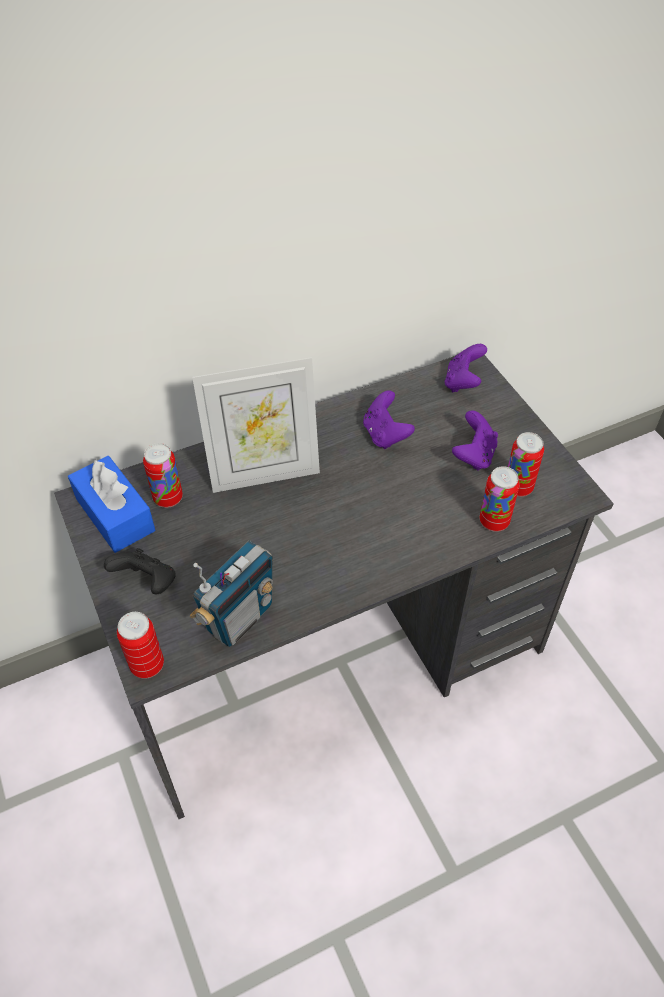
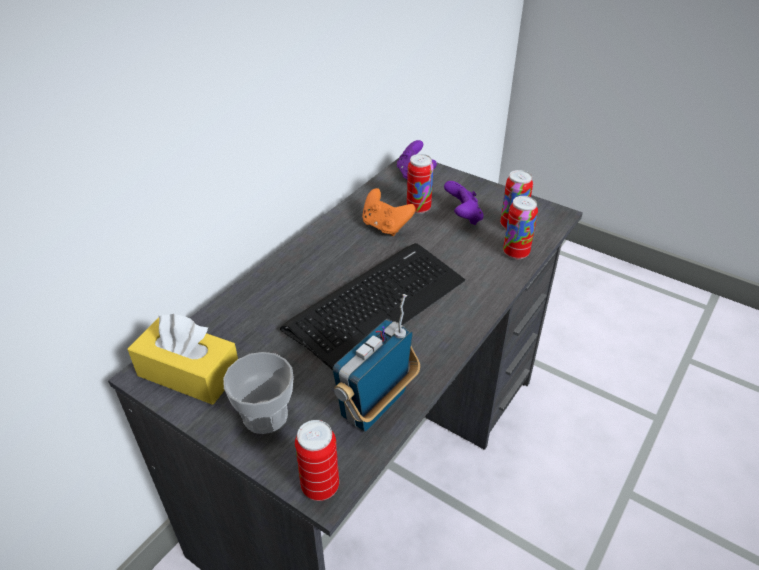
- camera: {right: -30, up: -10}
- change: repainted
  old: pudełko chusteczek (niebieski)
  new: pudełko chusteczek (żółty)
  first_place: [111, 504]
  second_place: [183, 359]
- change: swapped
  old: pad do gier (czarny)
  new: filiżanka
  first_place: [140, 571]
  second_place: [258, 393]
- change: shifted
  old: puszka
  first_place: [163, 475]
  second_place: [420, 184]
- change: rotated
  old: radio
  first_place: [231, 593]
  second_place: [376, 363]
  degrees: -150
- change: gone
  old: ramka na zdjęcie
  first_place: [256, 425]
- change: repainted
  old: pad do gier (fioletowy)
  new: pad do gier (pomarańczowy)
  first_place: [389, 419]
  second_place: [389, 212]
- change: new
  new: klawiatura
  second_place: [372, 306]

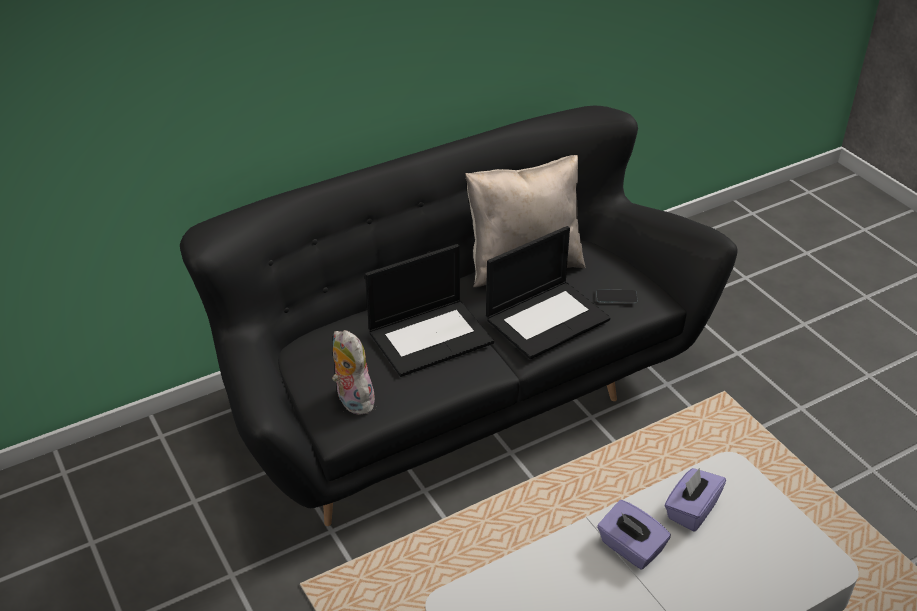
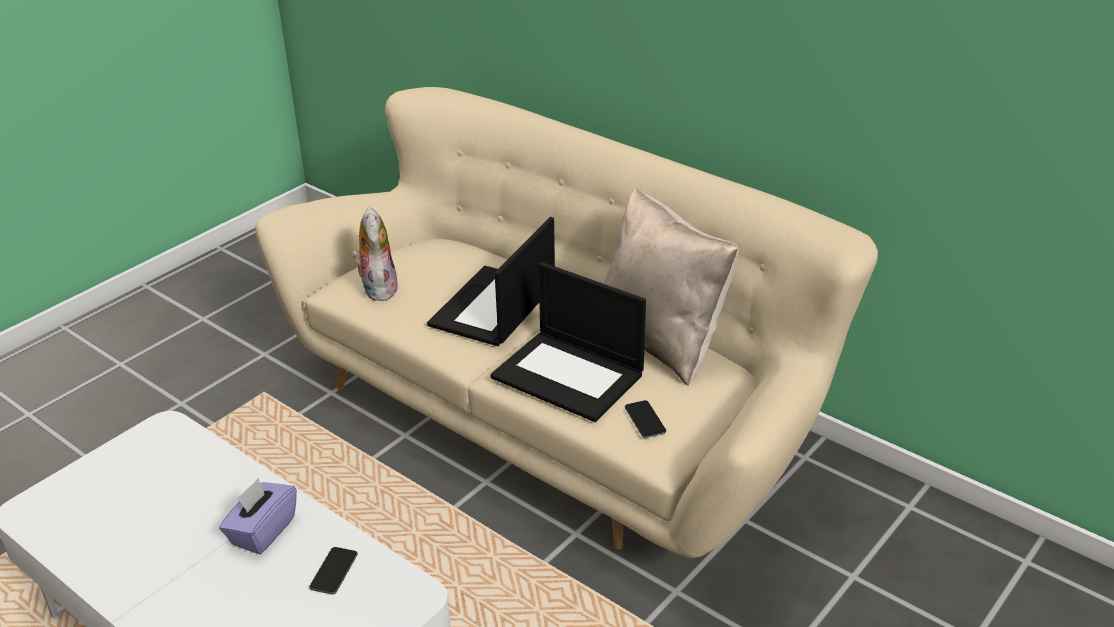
- camera: {right: 70, up: -5}
- change: repainted
  old: kanapa (czarny)
  new: kanapa (beżowy)
  first_place: [459, 316]
  second_place: [566, 322]
- change: rotated
  old: pluszak
  first_place: [355, 372]
  second_place: [375, 254]
  degrees: -45
- change: rotated
  old: laptop
  first_place: [429, 310]
  second_place: [491, 281]
  degrees: 75
- change: swapped
  old: pudełko chusteczek (fioletowy)
  new: telefon
  first_place: [695, 499]
  second_place: [333, 571]

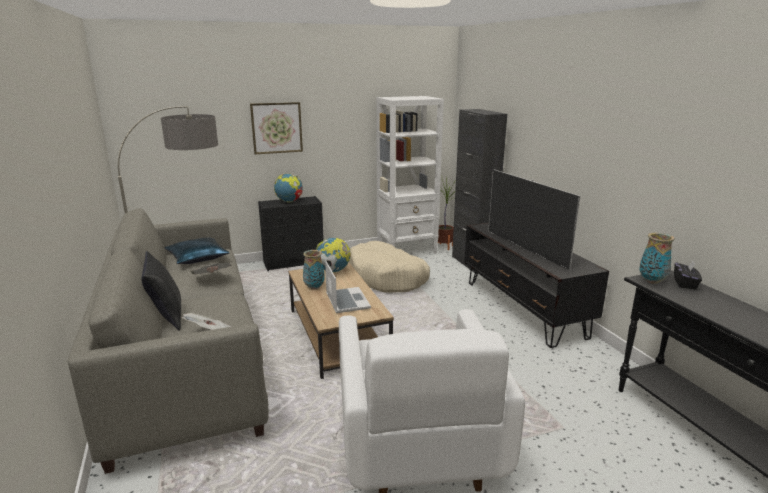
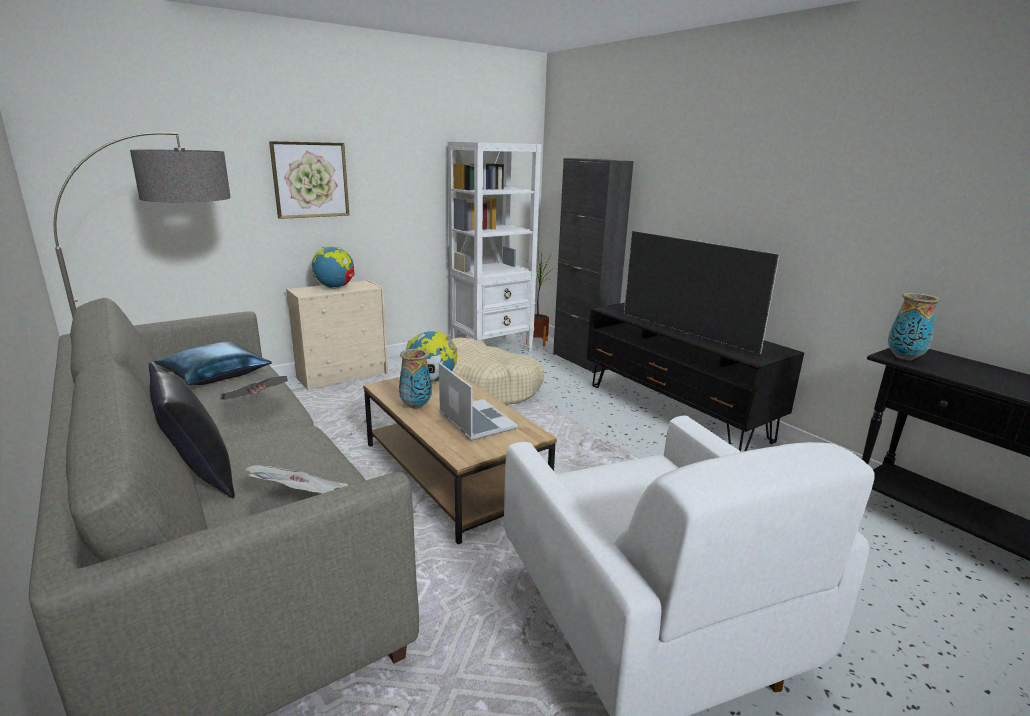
- camera: {right: -15, up: 0}
- change: repainted
  old: komoda (czarny)
  new: komoda (beżowy)
  first_place: [291, 233]
  second_place: [337, 335]
- change: gone
  old: pudełko chusteczek (czarny)
  first_place: [688, 275]

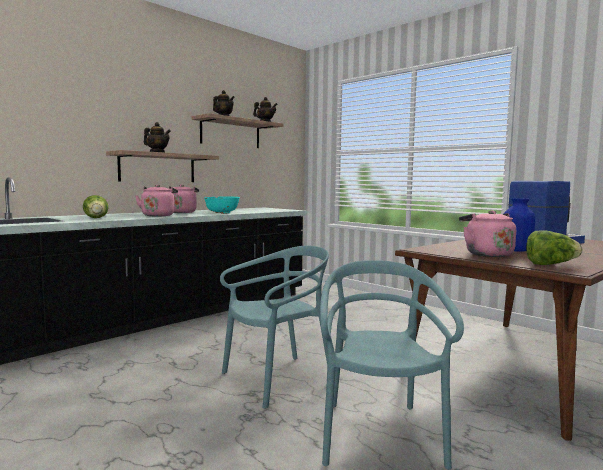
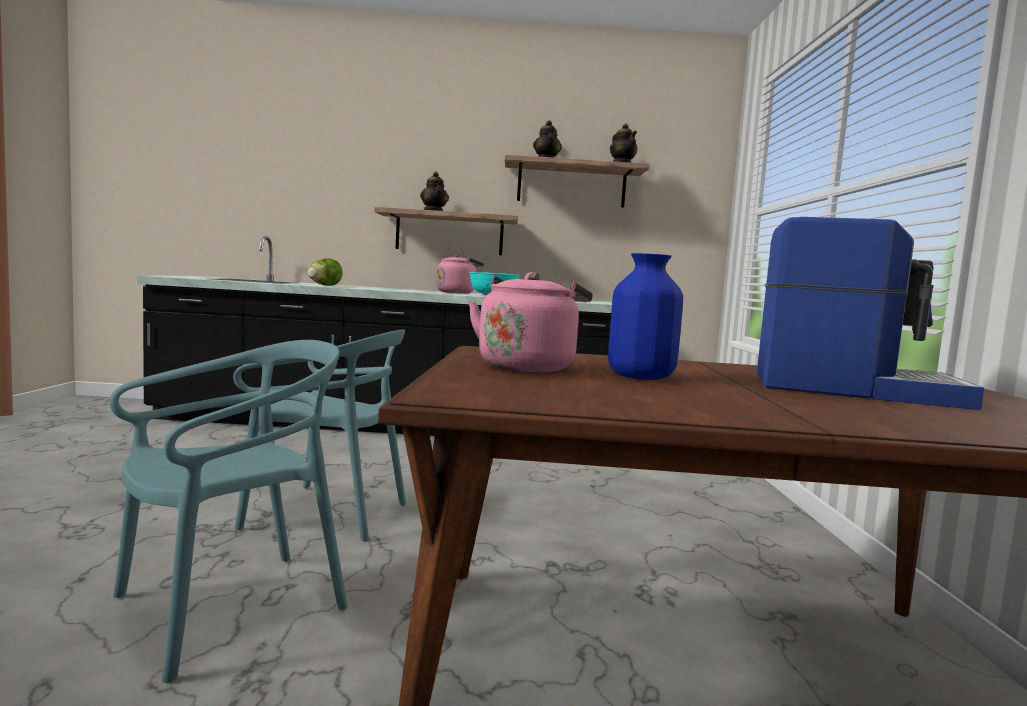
- camera: {right: 45, up: 0}
- change: gone
  old: czajnik (różowy)
  first_place: [156, 200]
- change: gone
  old: sałata
  first_place: [554, 247]

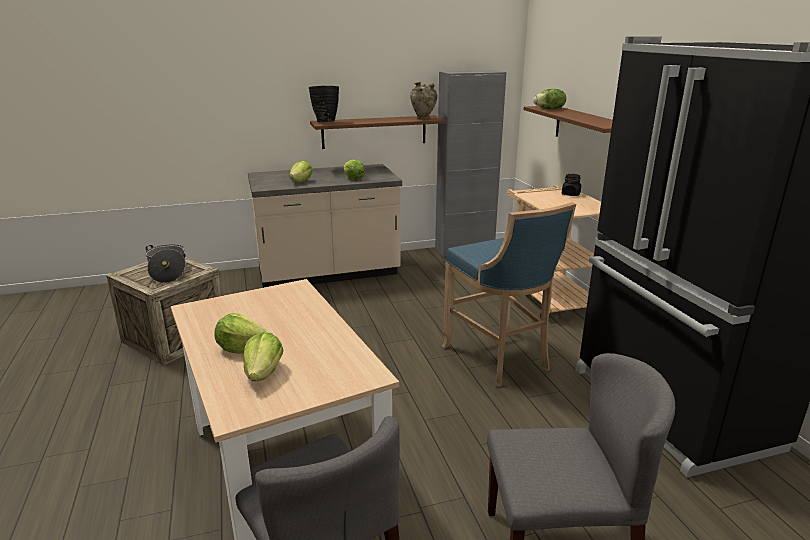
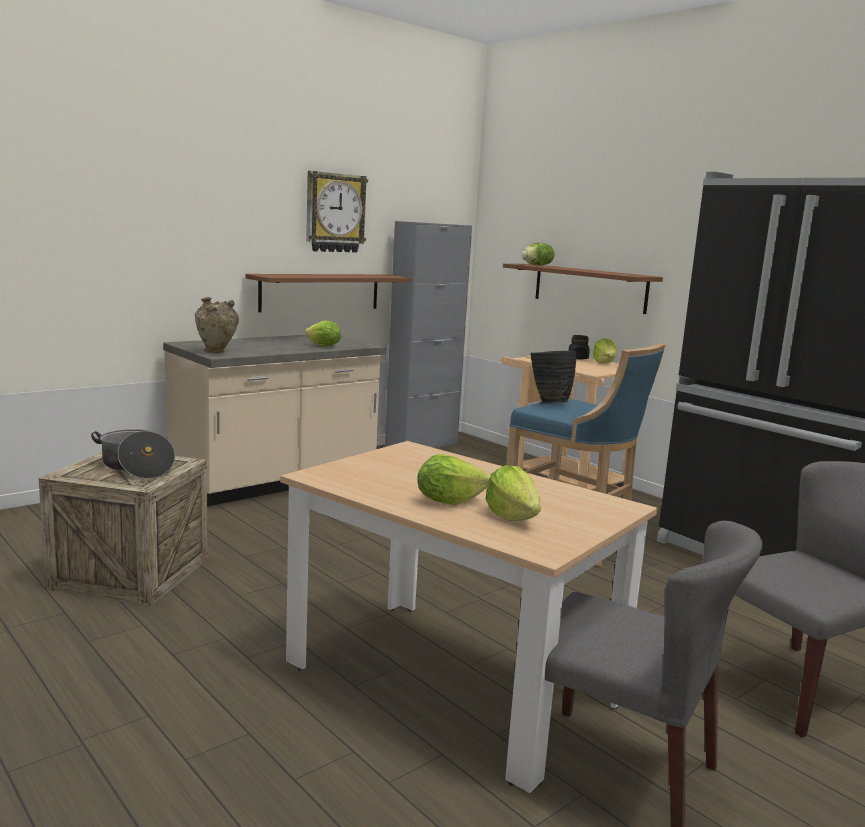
- camera: {right: -25, up: -10}
- change: shifted
  old: sałata
  first_place: [301, 171]
  second_place: [605, 351]
- change: shifted
  old: wazon (czarny)
  first_place: [324, 104]
  second_place: [553, 377]
- change: shifted
  old: wazon (beżowy)
  first_place: [424, 100]
  second_place: [217, 325]
- change: new
  new: zegar ścienny
  second_place: [337, 212]

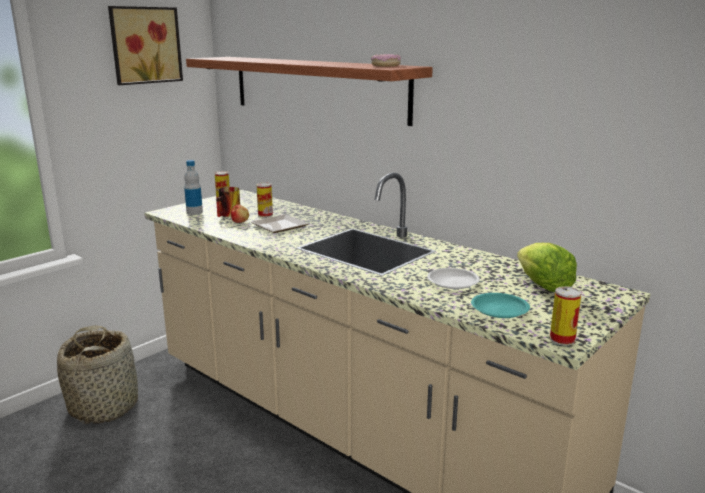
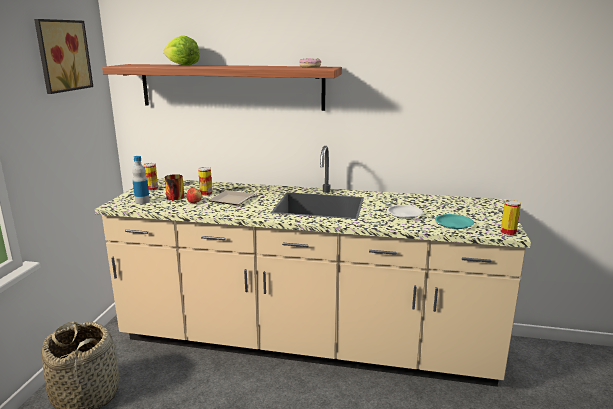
- camera: {right: -30, up: 0}
- change: shifted
  old: sałata
  first_place: [547, 267]
  second_place: [182, 51]

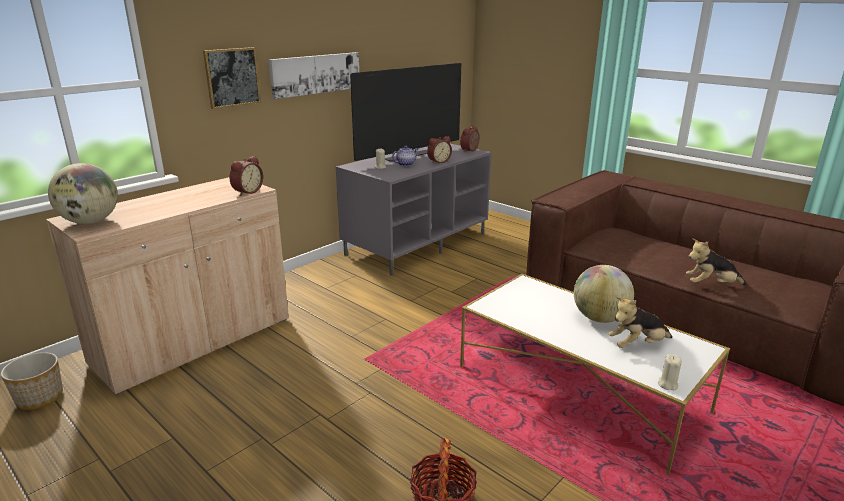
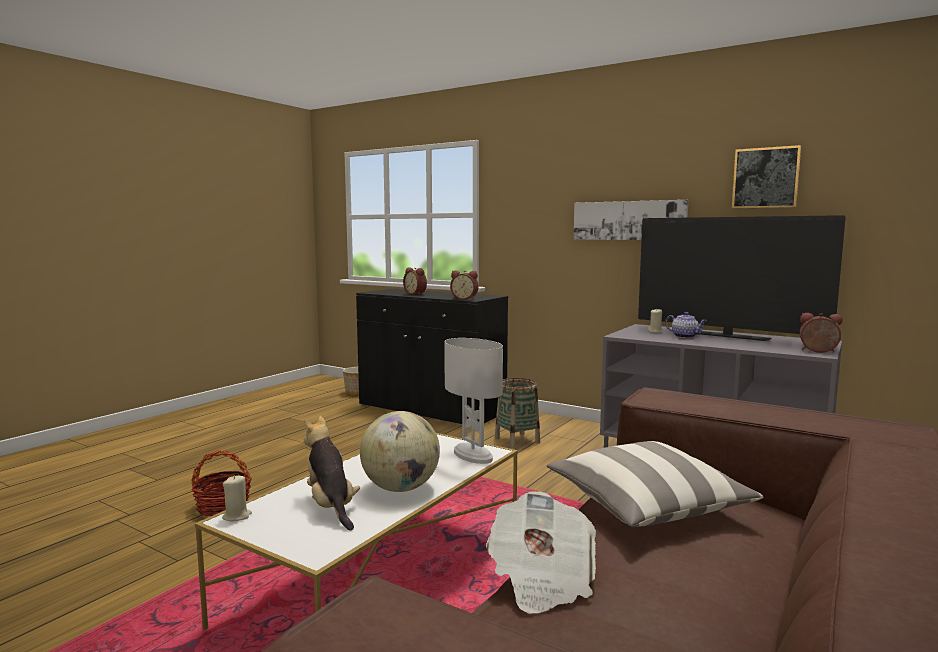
- camera: {right: 80, up: -15}
- change: repainted
  old: szafka (beżowy)
  new: szafka (czarny)
  first_place: [167, 286]
  second_place: [432, 356]
- change: gone
  old: globus
  first_place: [83, 193]
- change: shifted
  old: obraz
  first_place: [232, 78]
  second_place: [766, 177]
- change: shifted
  old: budzik
  first_place: [439, 150]
  second_place: [415, 281]
- change: swapped
  old: pluszak
  new: gazeta
  first_place: [716, 261]
  second_place: [541, 552]
- change: new
  new: lampa stołowa (biały)
  second_place: [473, 401]
- change: new
  new: koszyk
  second_place: [517, 413]
- change: new
  new: poduszka
  second_place: [655, 484]

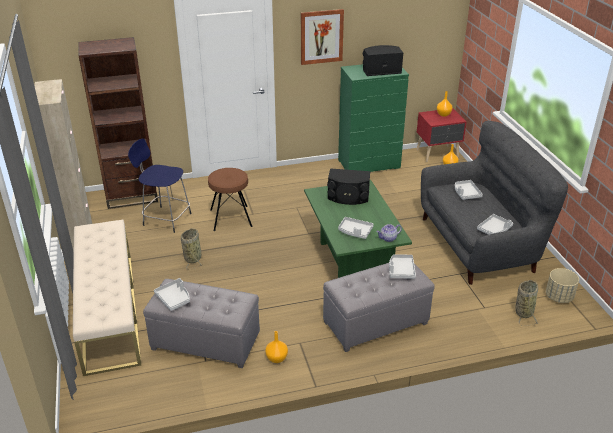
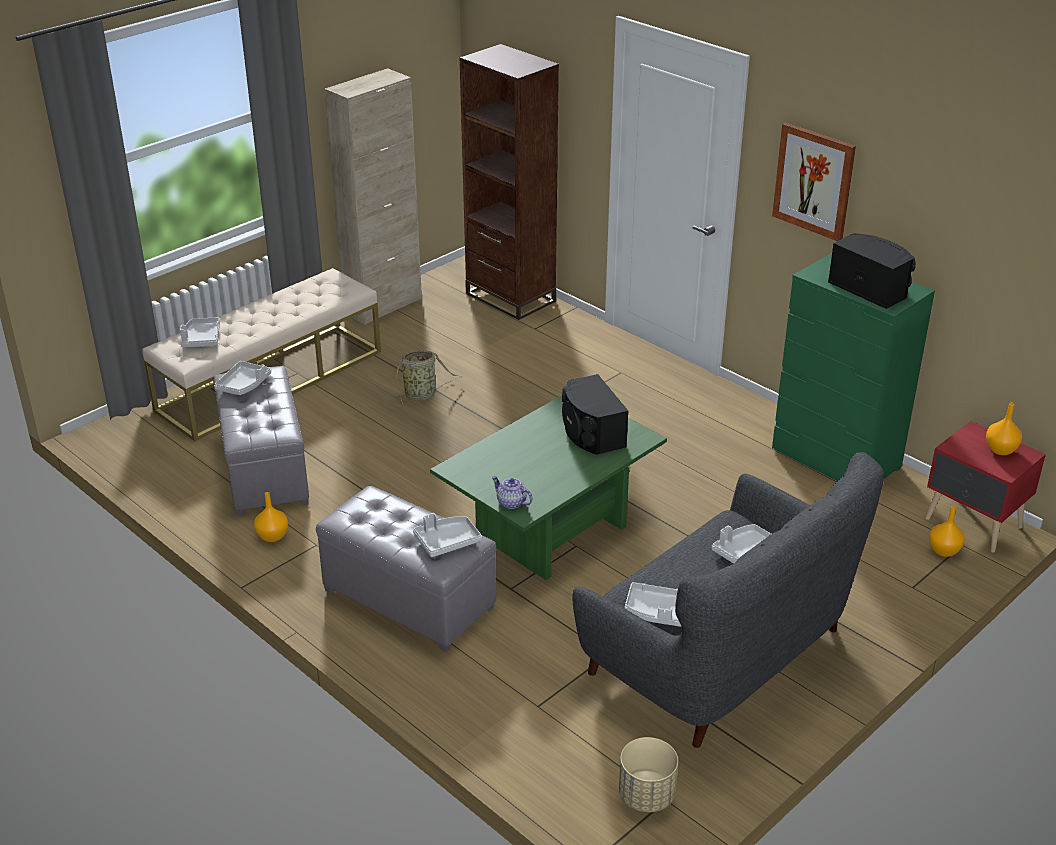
- camera: {right: 60, up: 0}
- change: gone
  old: stołek (niebieski)
  first_place: [160, 185]
- change: gone
  old: stołek (brązowy)
  first_place: [230, 199]
- change: shifted
  old: taca (szary)
  first_place: [356, 228]
  second_place: [200, 332]
- change: gone
  old: koszyk
  first_place: [526, 303]

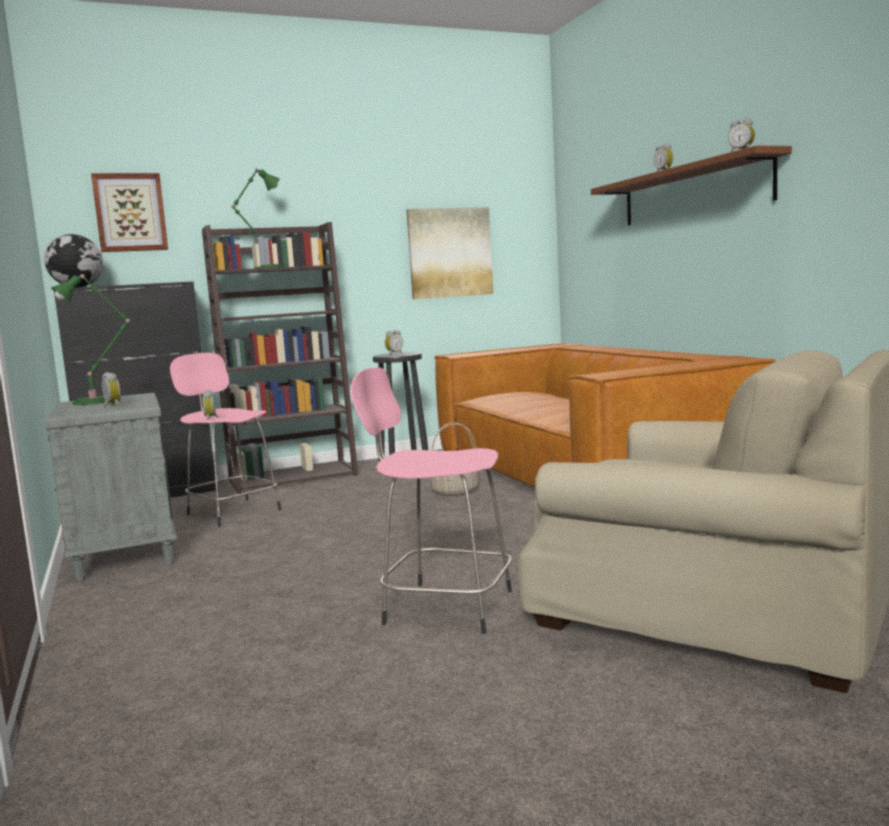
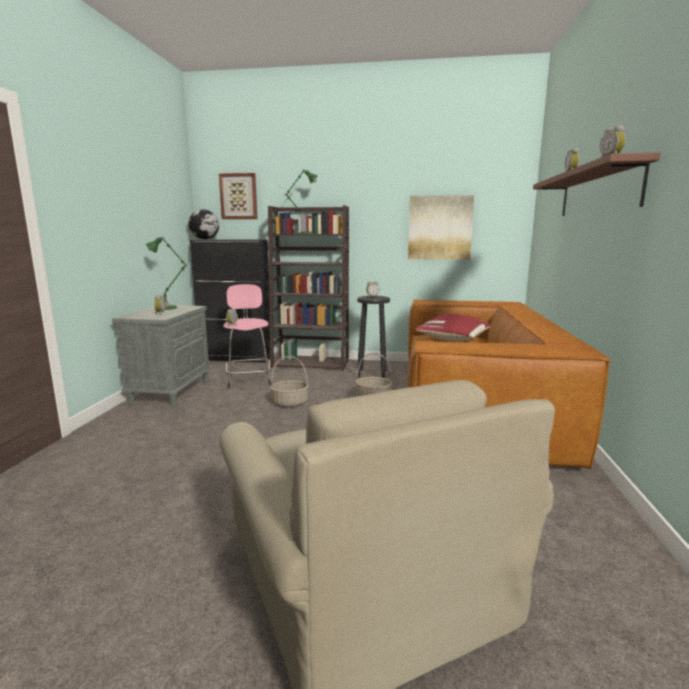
- camera: {right: 30, up: 5}
- change: gone
  old: stołek (różowy)
  first_place: [431, 500]
- change: new
  new: koszyk
  second_place: [289, 382]
- change: new
  new: poduszka (czerwony)
  second_place: [453, 328]

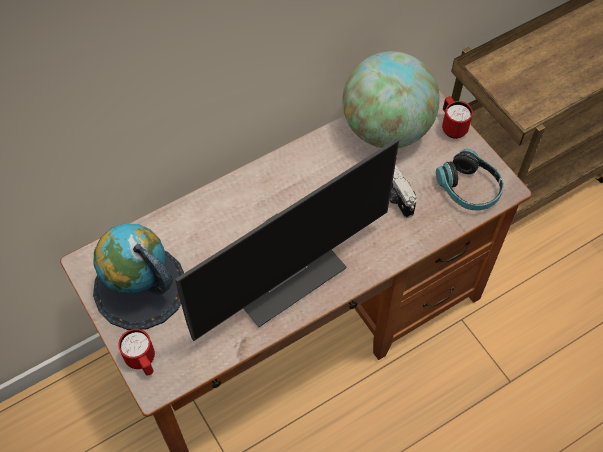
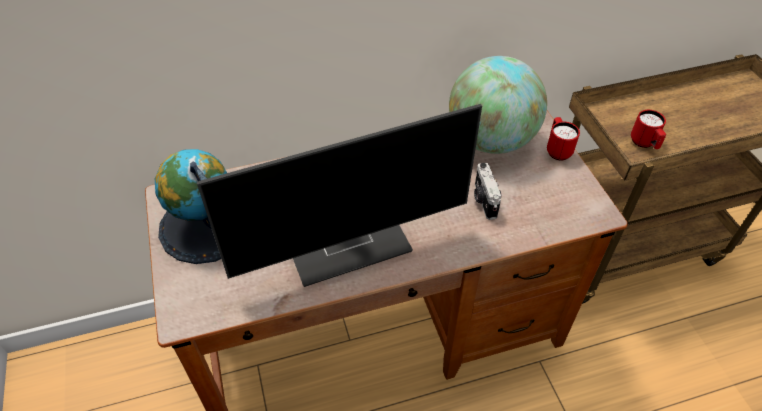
- camera: {right: 15, up: -10}
- change: shifted
  old: kubek (czerwony)
  first_place: [136, 352]
  second_place: [648, 129]
- change: gone
  old: słuchawki
  first_place: [470, 180]

